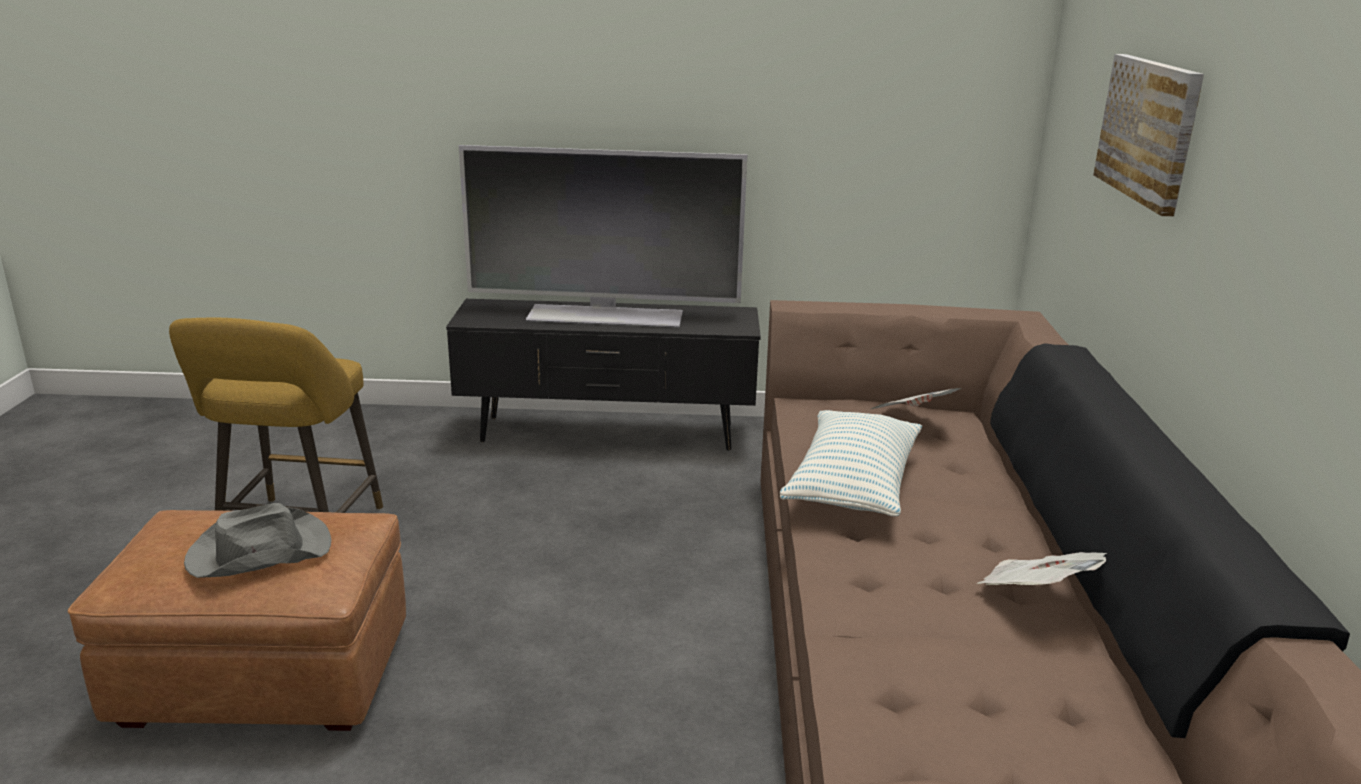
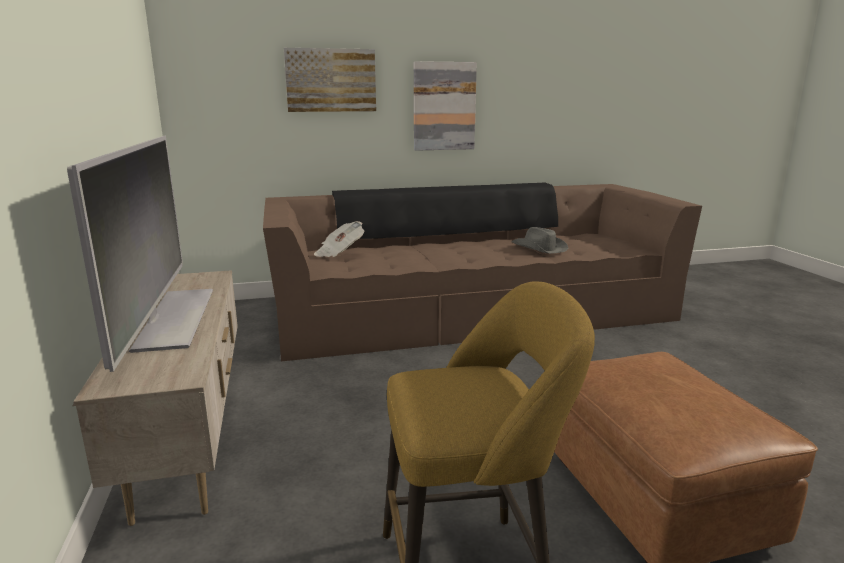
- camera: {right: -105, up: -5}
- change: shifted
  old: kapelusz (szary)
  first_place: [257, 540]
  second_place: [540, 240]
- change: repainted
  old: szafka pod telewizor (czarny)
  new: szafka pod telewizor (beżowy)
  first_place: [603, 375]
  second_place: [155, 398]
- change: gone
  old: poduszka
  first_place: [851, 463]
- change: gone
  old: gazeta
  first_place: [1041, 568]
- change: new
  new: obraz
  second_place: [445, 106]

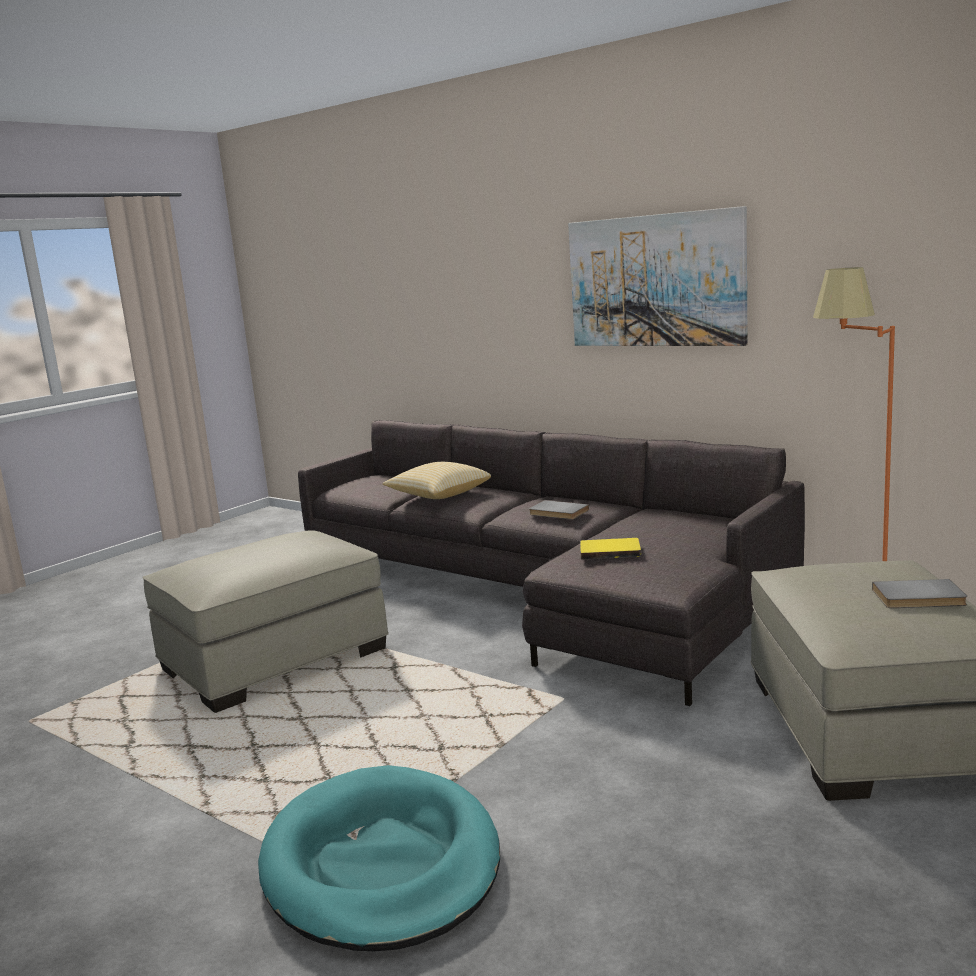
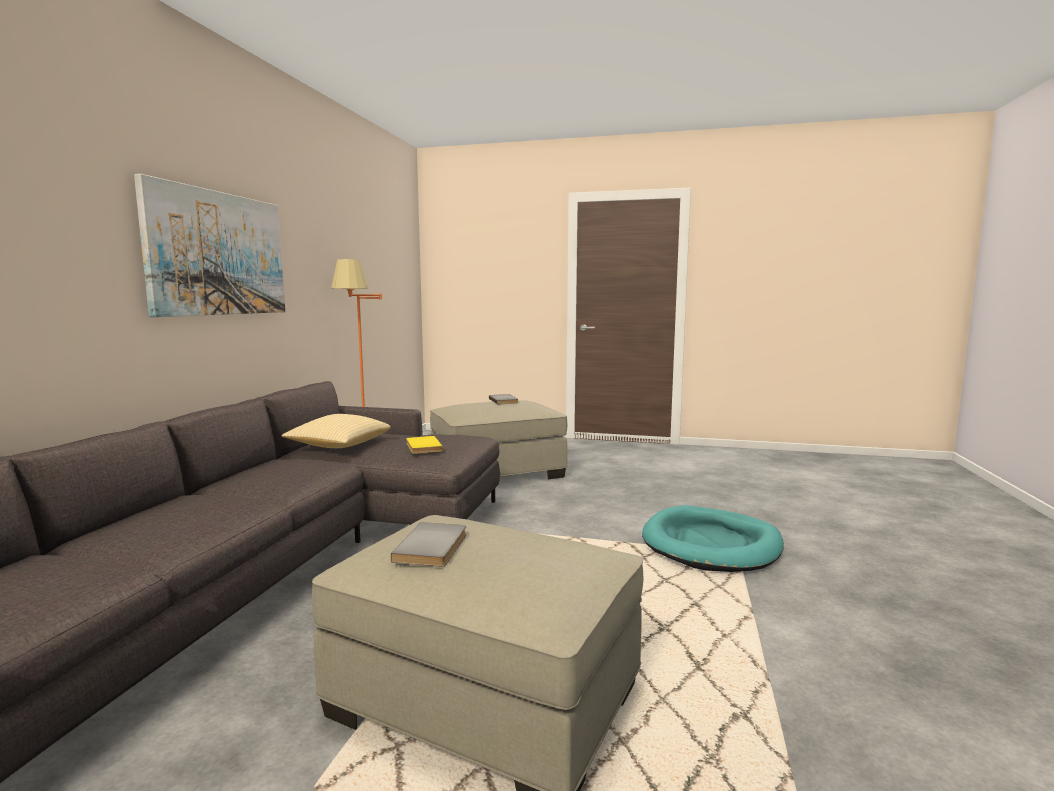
- camera: {right: -115, up: -5}
- change: shifted
  old: poduszka
  first_place: [436, 480]
  second_place: [336, 431]
- change: shifted
  old: książka (szary)
  first_place: [559, 510]
  second_place: [428, 544]

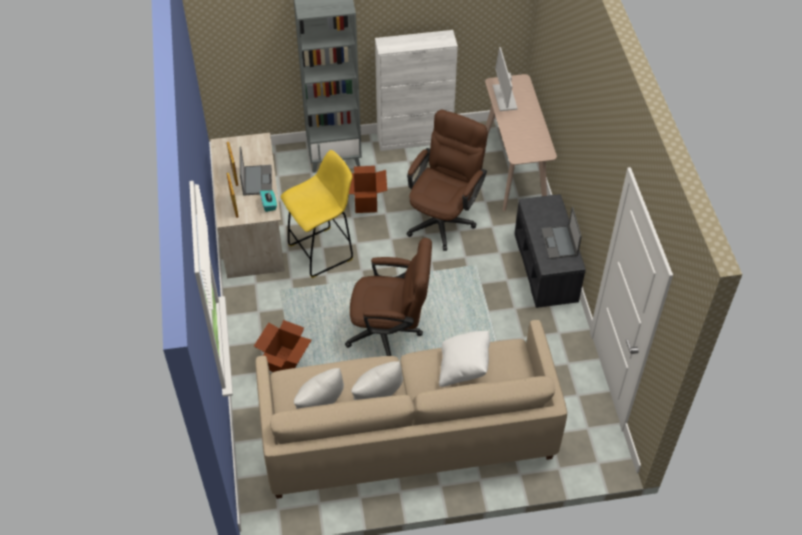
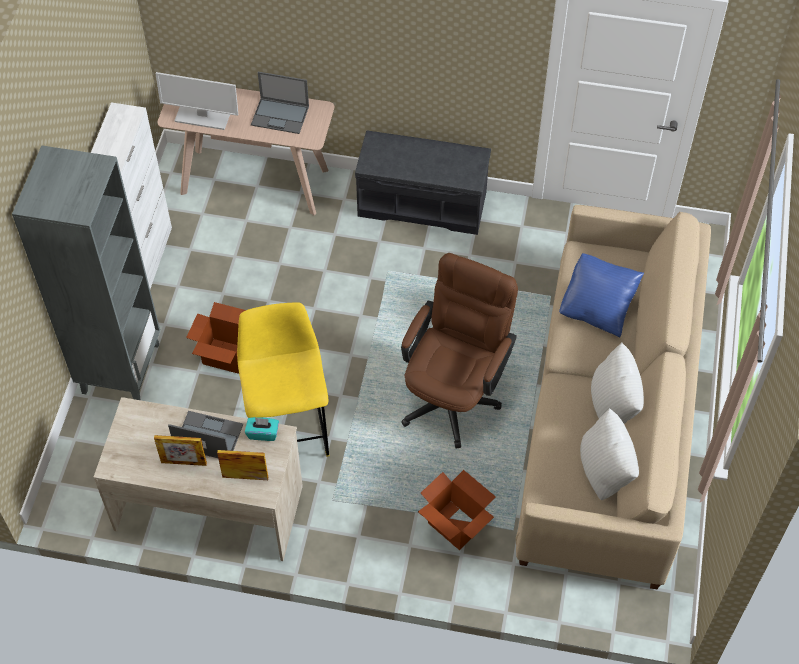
- camera: {right: -70, up: 5}
- change: gone
  old: krzesło biurowe (brązowy)
  first_place: [447, 180]
- change: repainted
  old: poduszka (biały)
  new: poduszka (niebieski)
  first_place: [464, 359]
  second_place: [601, 295]
- change: shifted
  old: laptop
  first_place: [561, 232]
  second_place: [280, 103]

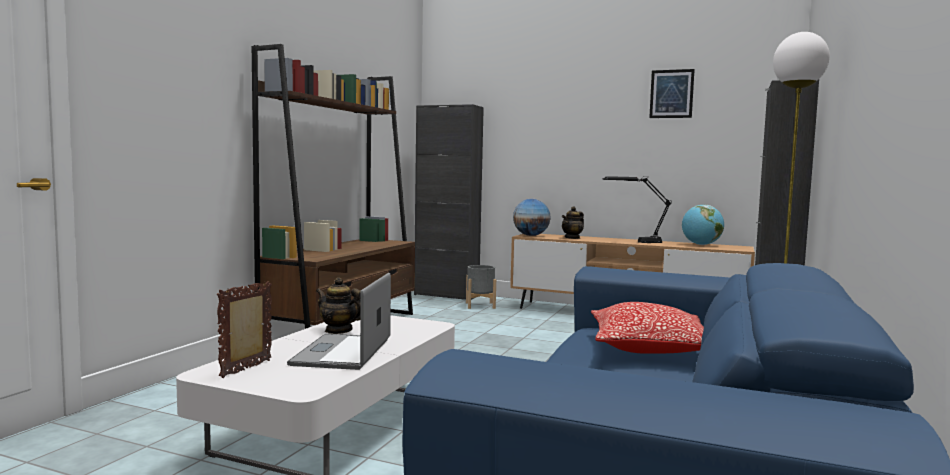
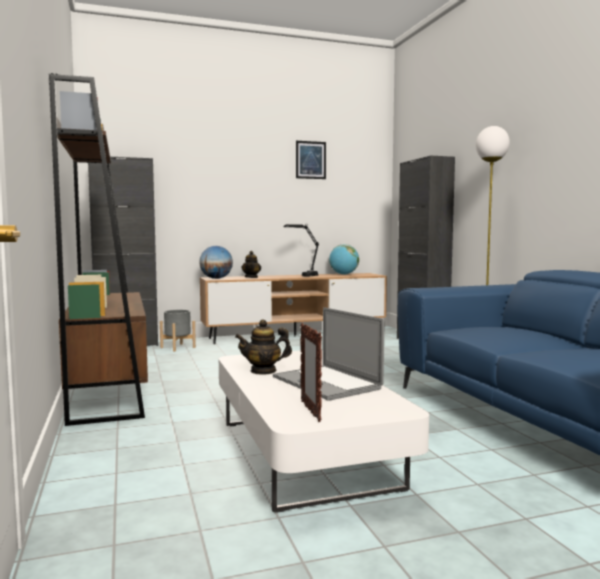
- camera: {right: -40, up: 0}
- change: gone
  old: poduszka
  first_place: [647, 328]

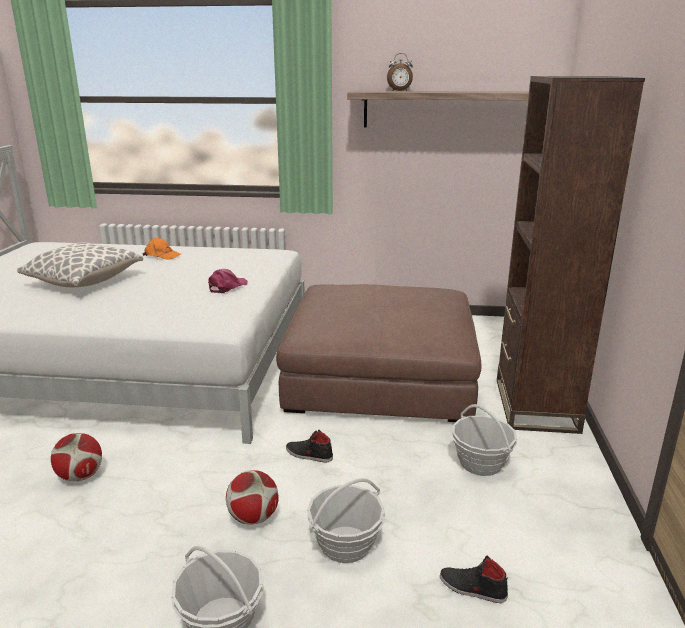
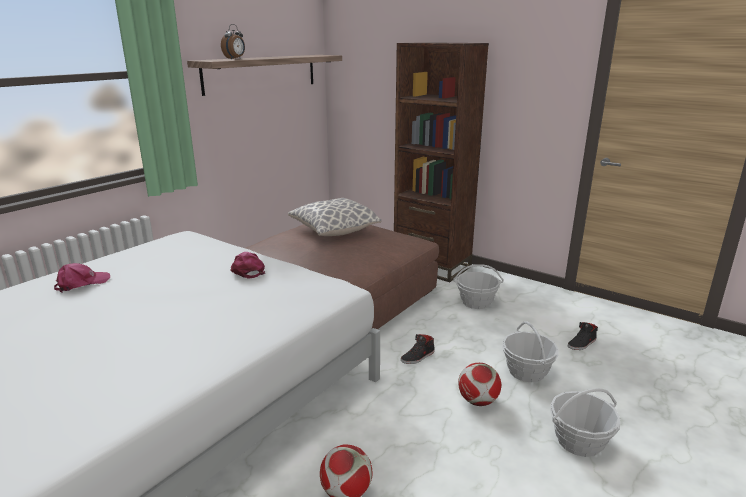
- camera: {right: -60, up: 0}
- change: shifted
  old: poduszka
  first_place: [80, 264]
  second_place: [334, 217]
- change: repainted
  old: czapka z daszkiem (pomarańczowy)
  new: czapka z daszkiem (różowy)
  first_place: [161, 249]
  second_place: [82, 278]

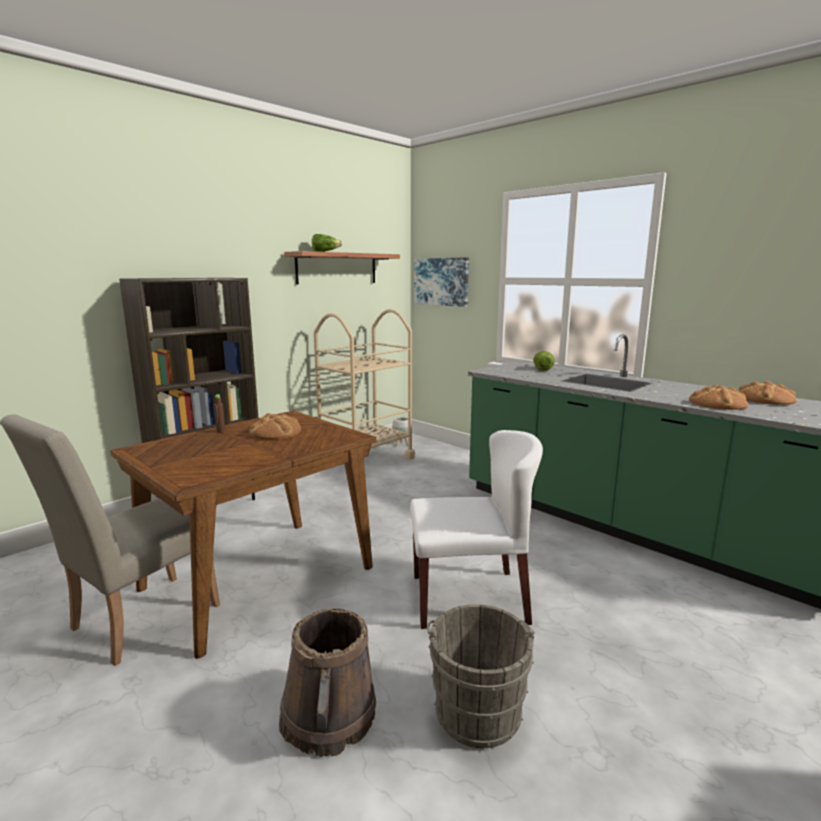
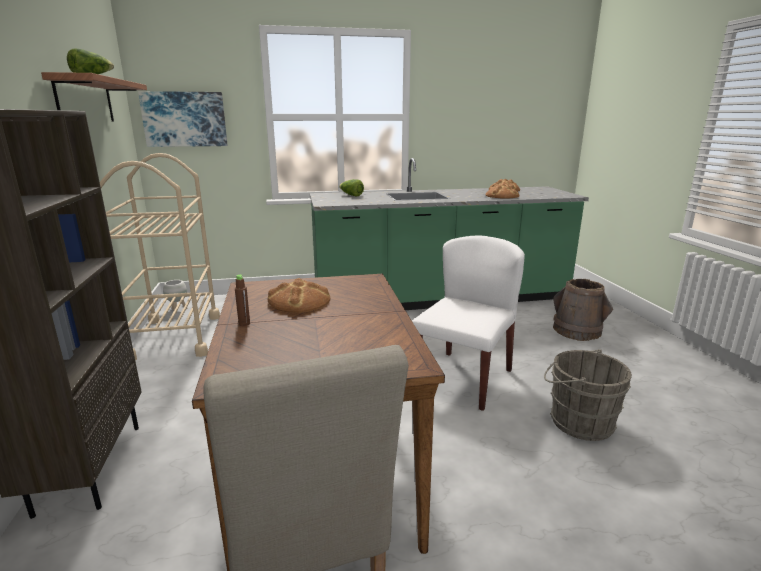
- camera: {right: -55, up: 5}
- change: shifted
  old: wiadro (brązowy)
  first_place: [327, 682]
  second_place: [583, 310]

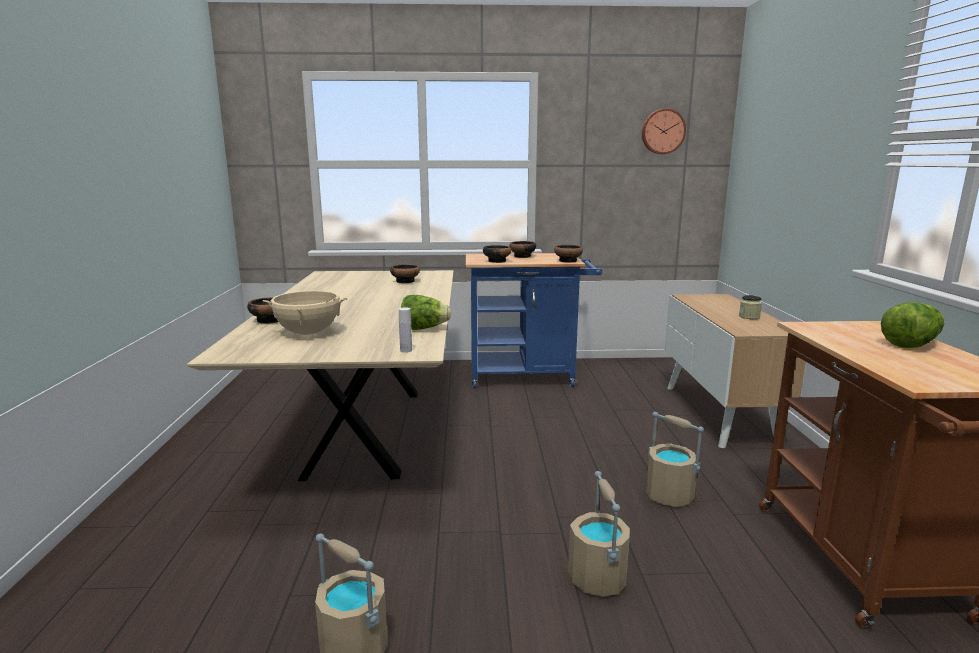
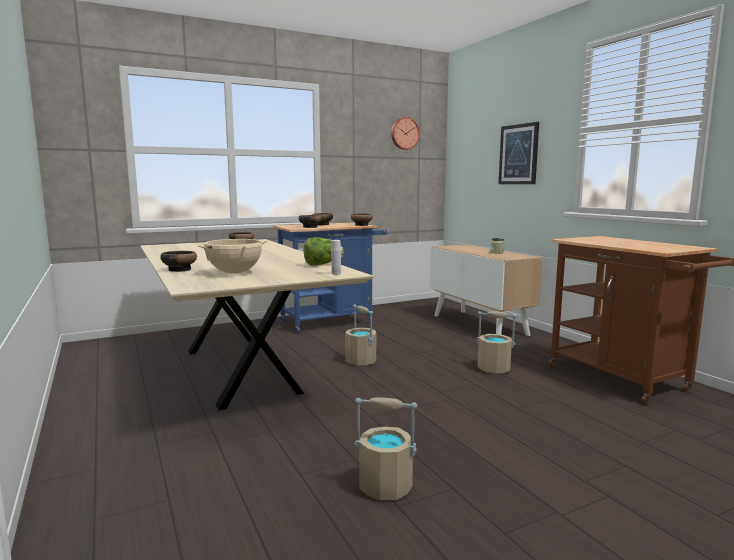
- camera: {right: -25, up: -5}
- change: shifted
  old: wiadro (beżowy)
  first_place: [599, 534]
  second_place: [360, 334]
- change: gone
  old: sałata
  first_place: [912, 325]
- change: new
  new: obraz
  second_place: [519, 153]

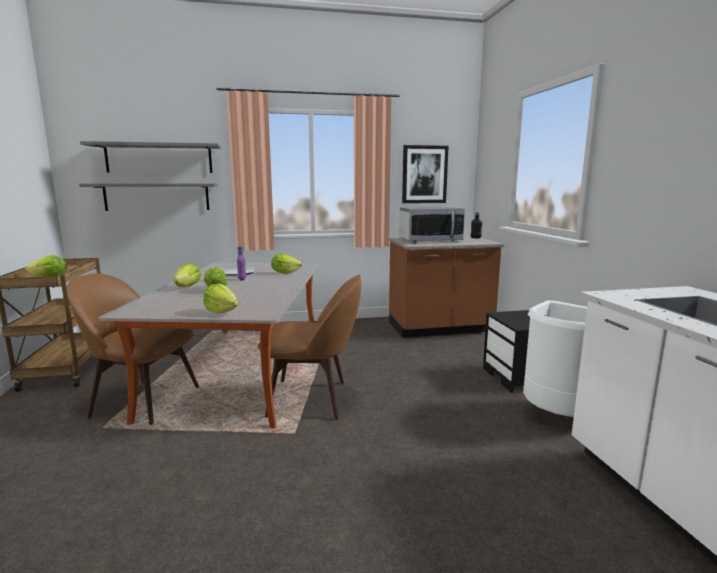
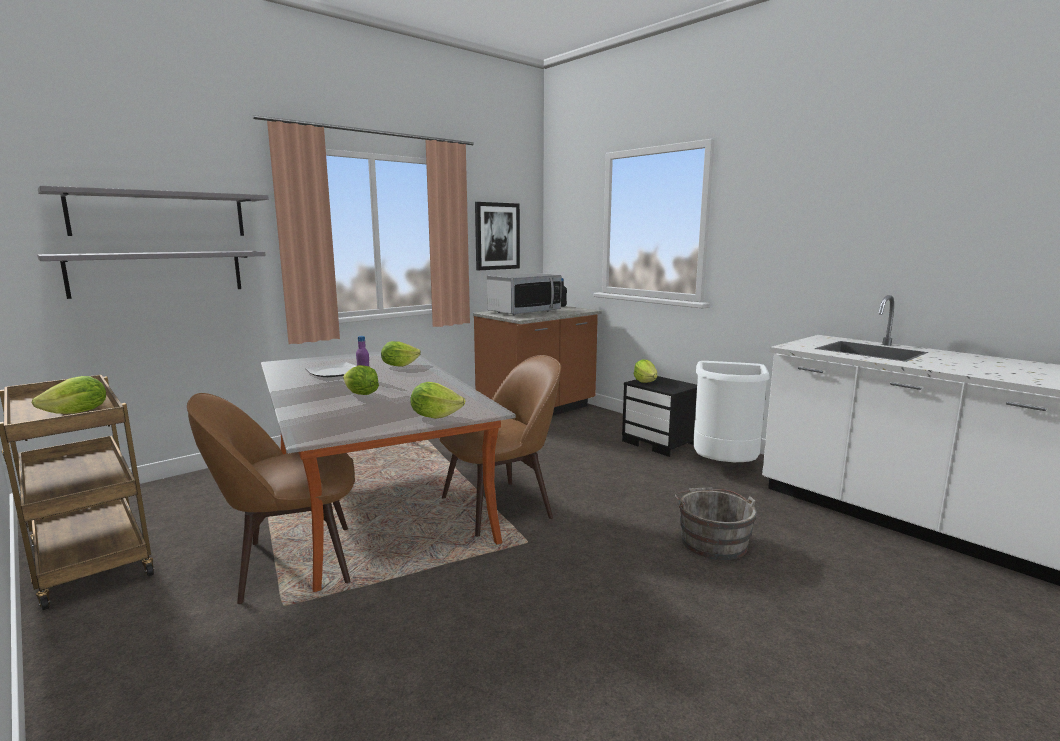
- camera: {right: -30, up: 0}
- change: shifted
  old: sałata
  first_place: [187, 275]
  second_place: [646, 371]
- change: new
  new: wiadro (szary)
  second_place: [716, 523]

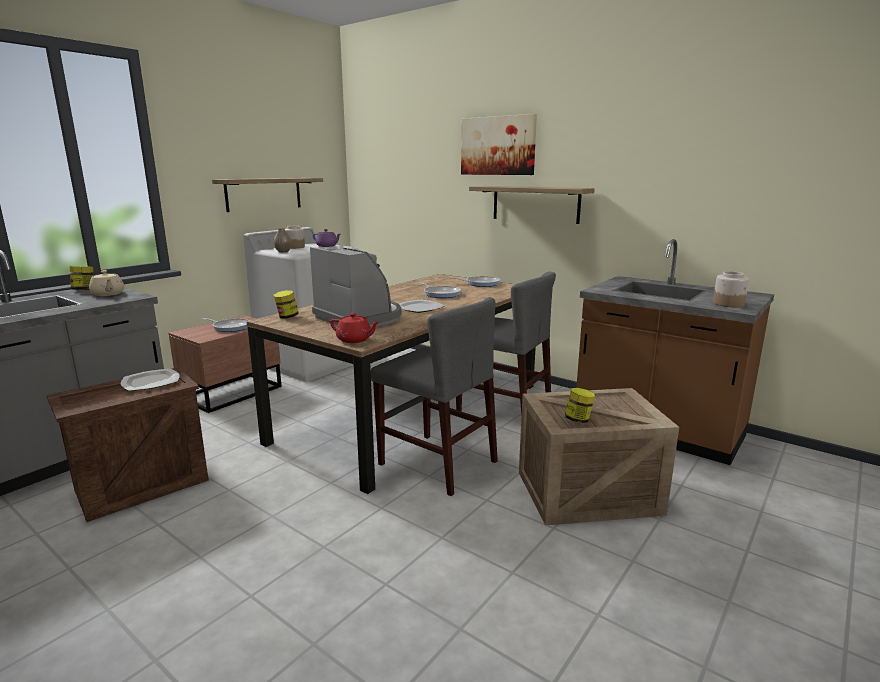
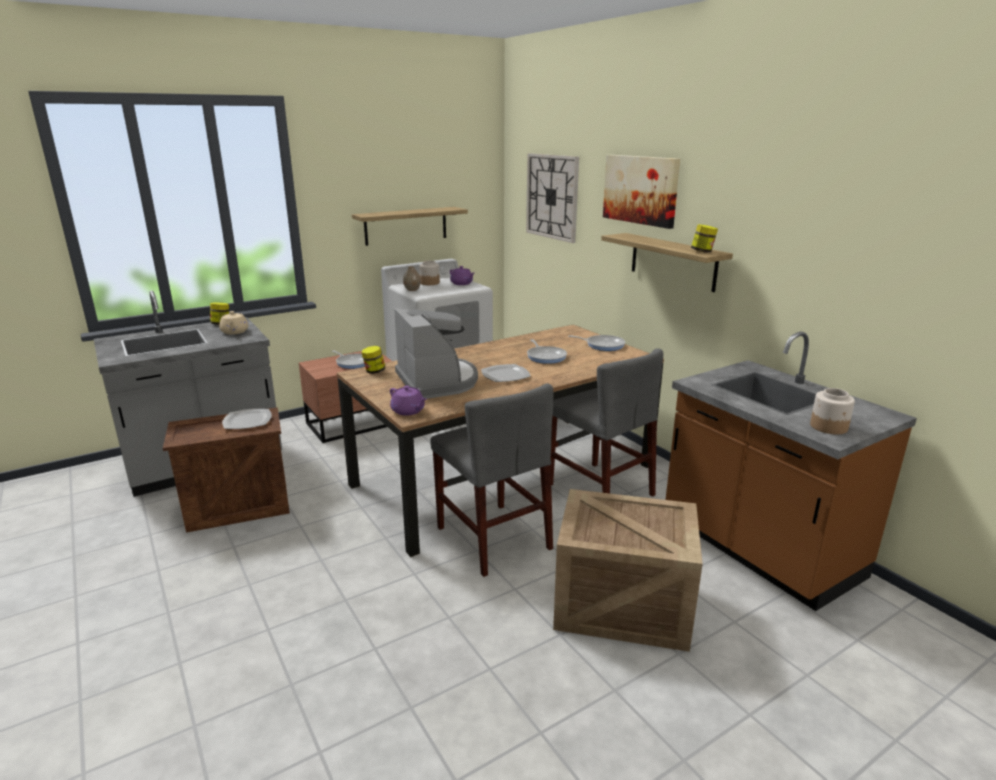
- camera: {right: 20, up: 5}
- change: repainted
  old: imbryk (czerwony)
  new: imbryk (fioletowy)
  first_place: [354, 328]
  second_place: [408, 401]
- change: shifted
  old: słoik
  first_place: [580, 405]
  second_place: [704, 238]
- change: new
  new: zegar ścienny
  second_place: [552, 198]

